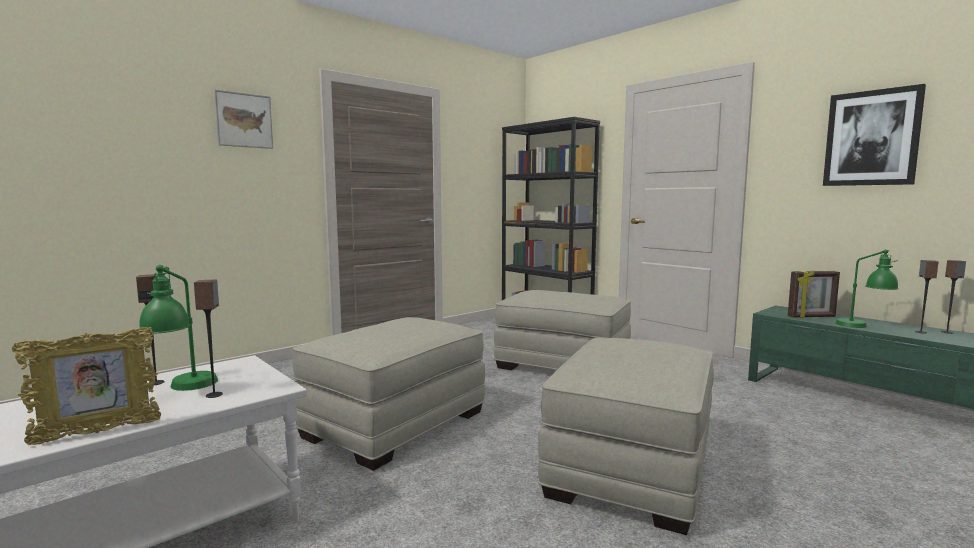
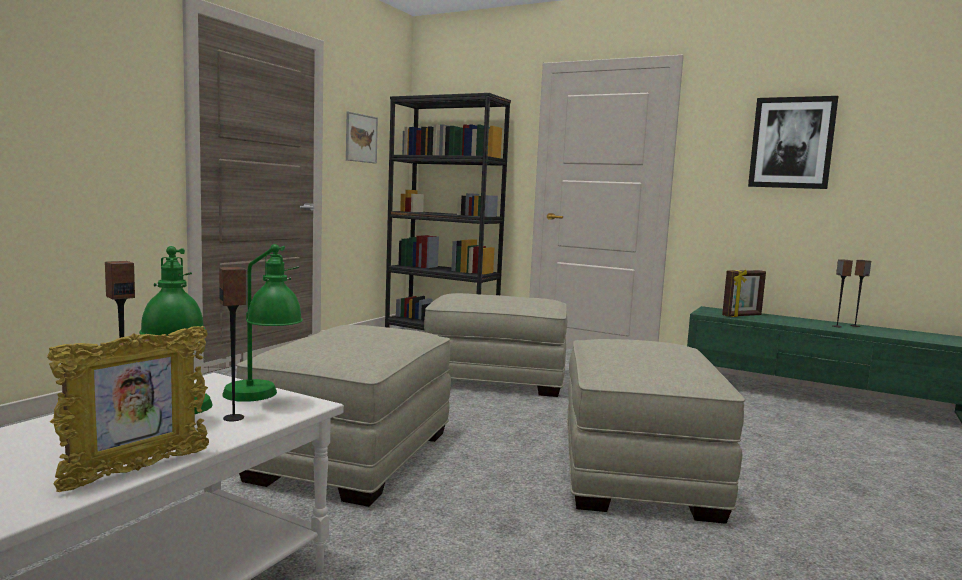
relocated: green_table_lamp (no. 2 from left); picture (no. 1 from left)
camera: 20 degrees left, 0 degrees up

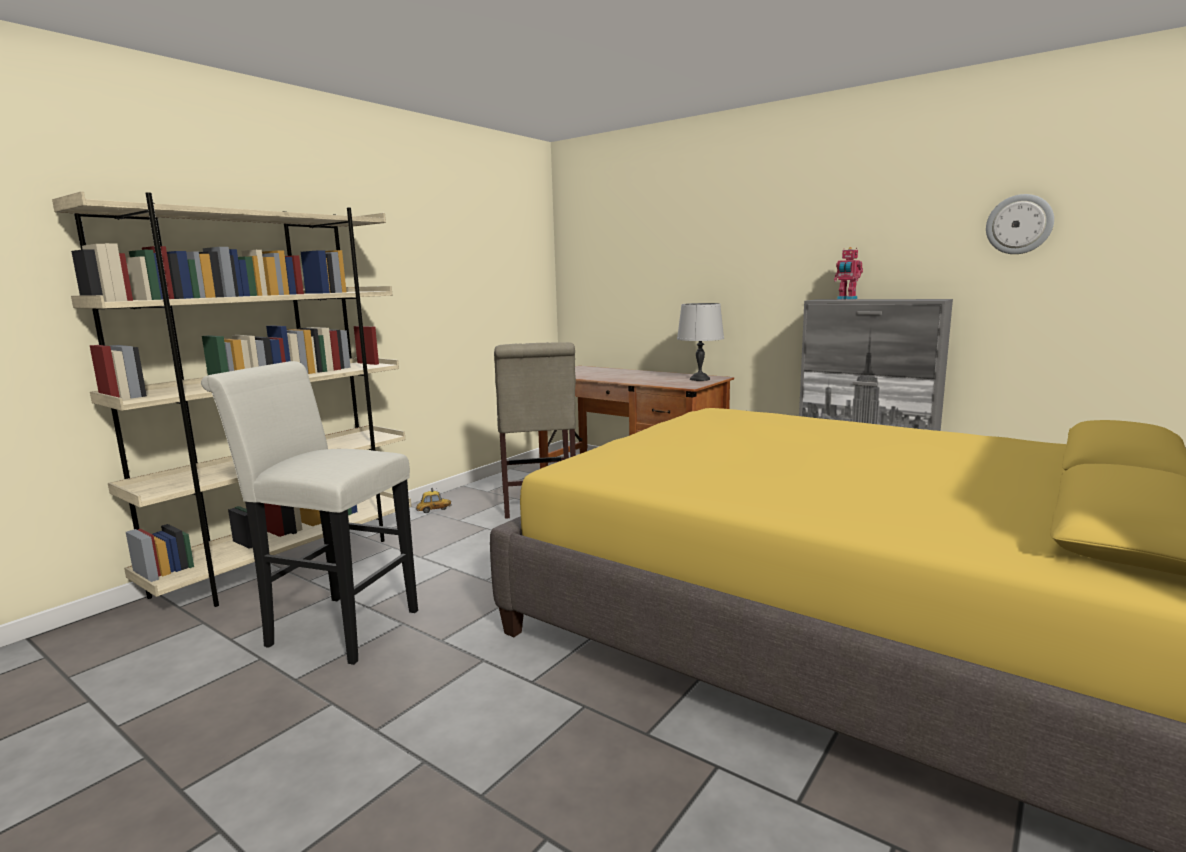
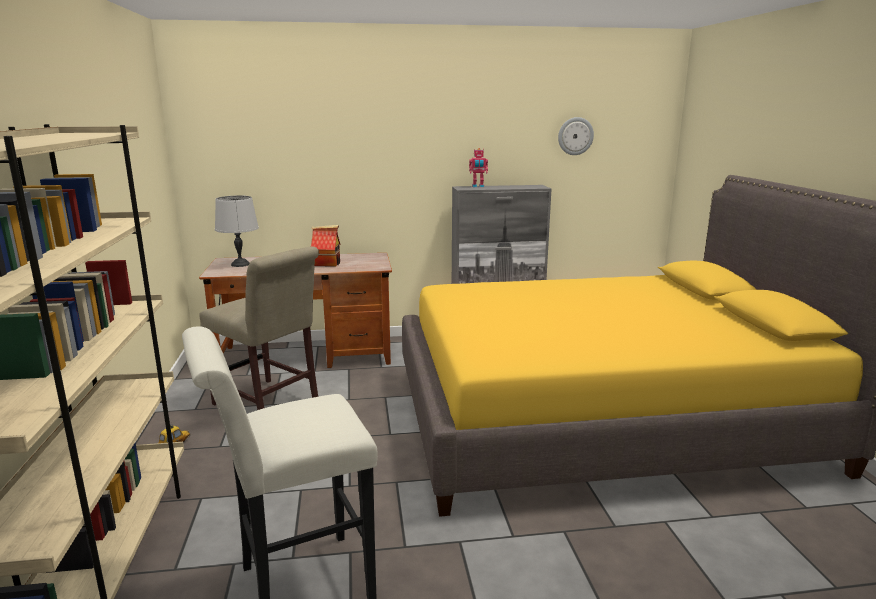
appeared: toy_house
relocated: grey_table_lamp
camera: 45 degrees left, 5 degrees up

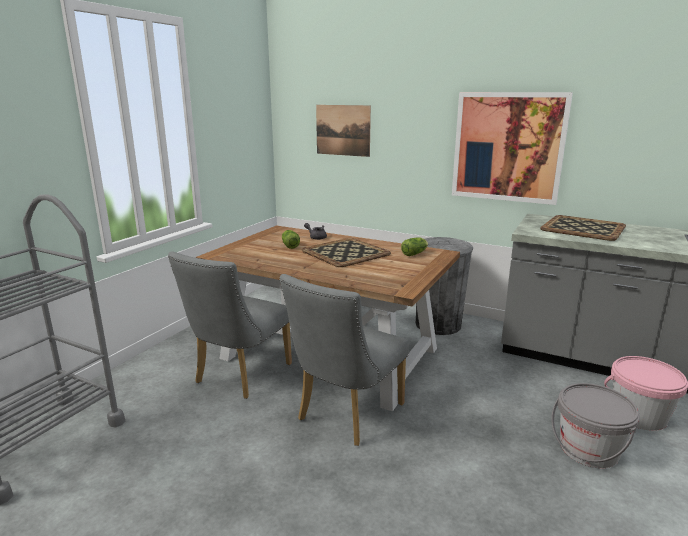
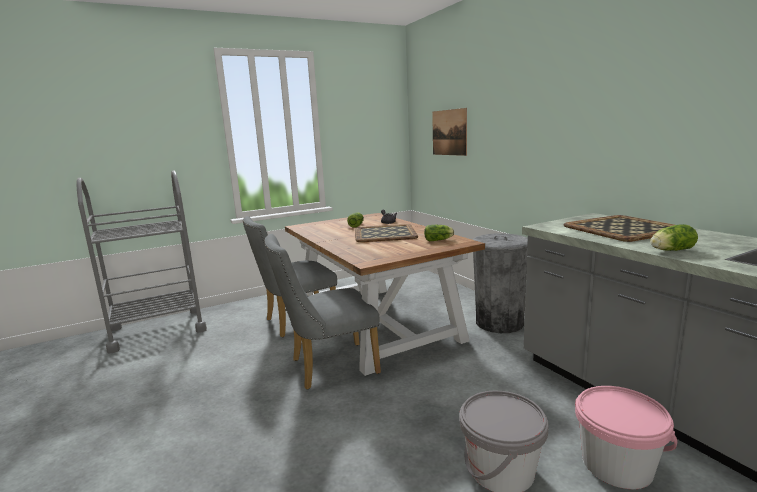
missing: picture (no. 2 from left)
appeared: lettuce (no. 3 from left)
camera: 35 degrees right, 5 degrees down

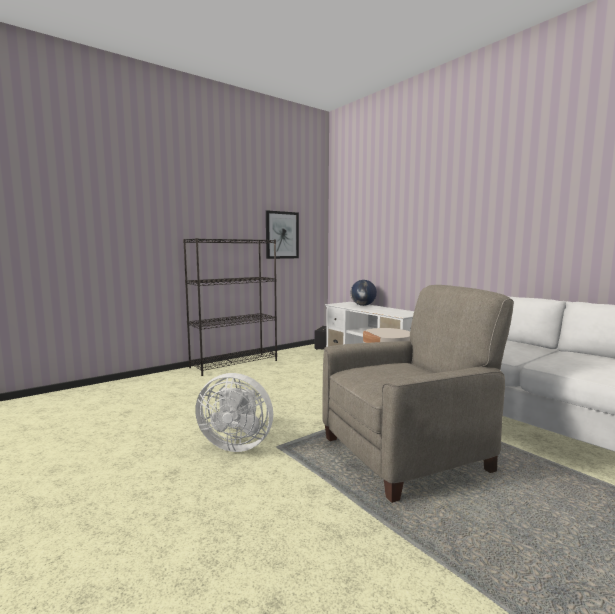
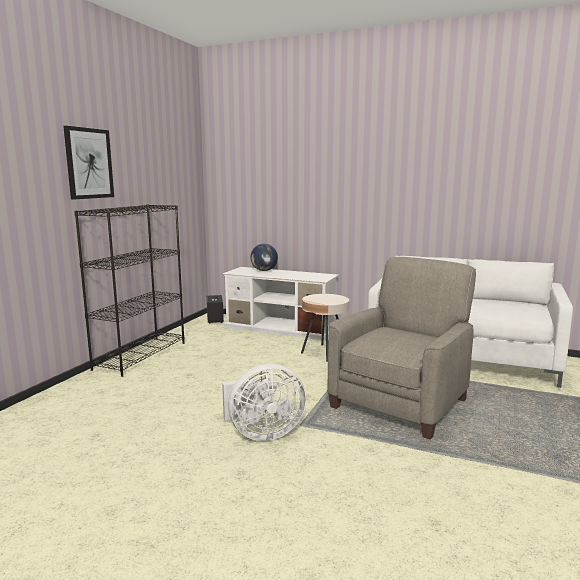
relocated: picture
camera: 30 degrees left, 5 degrees up

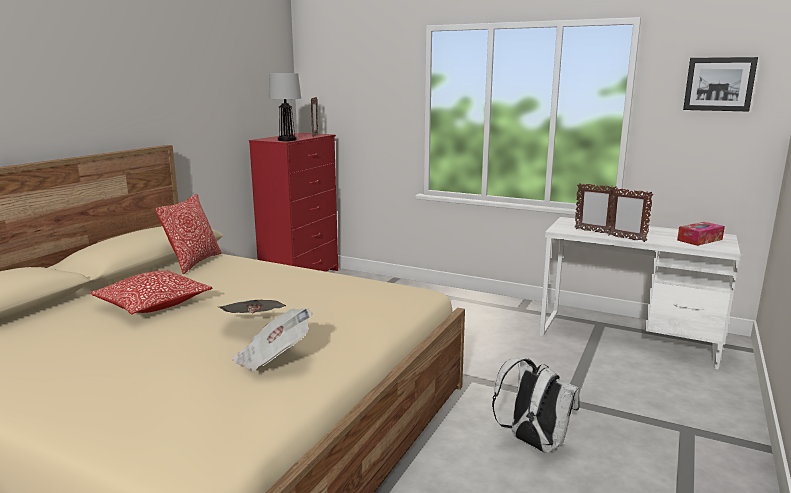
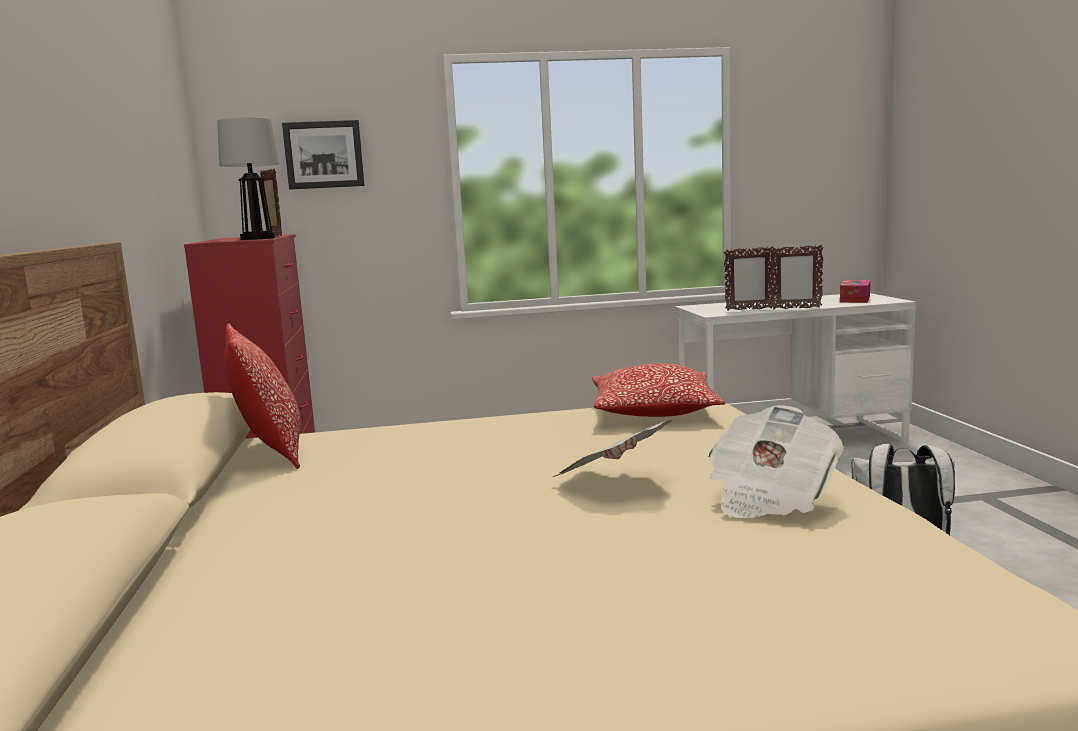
relocated: picture; pillow (no. 1 from left in the first image) to pillow (no. 2 from left)
camera: 35 degrees left, 5 degrees down

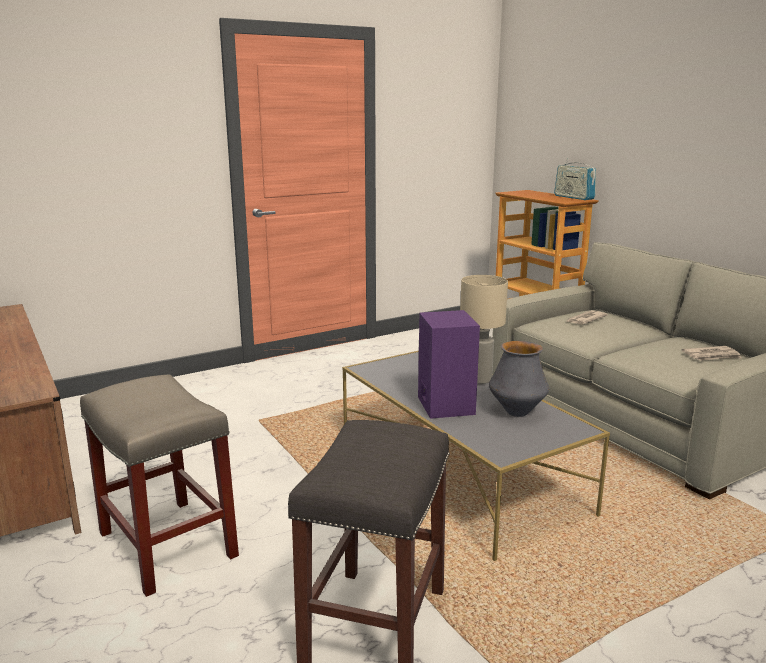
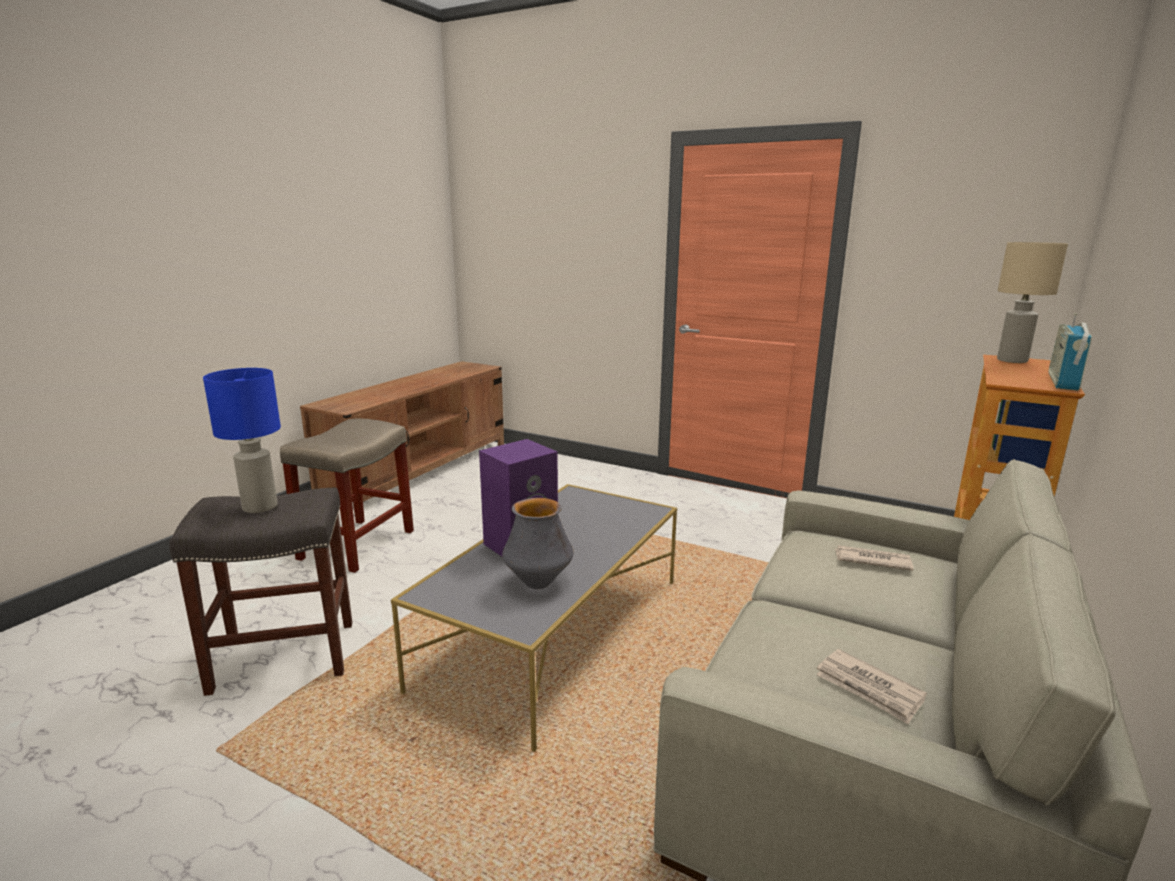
appeared: blue_table_lamp
relocated: beige_table_lamp
camera: 60 degrees right, 0 degrees up

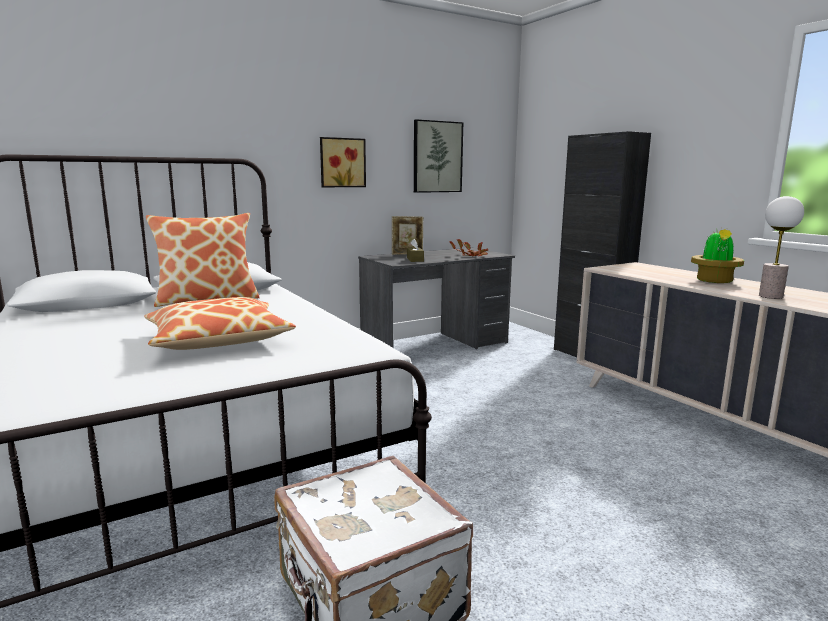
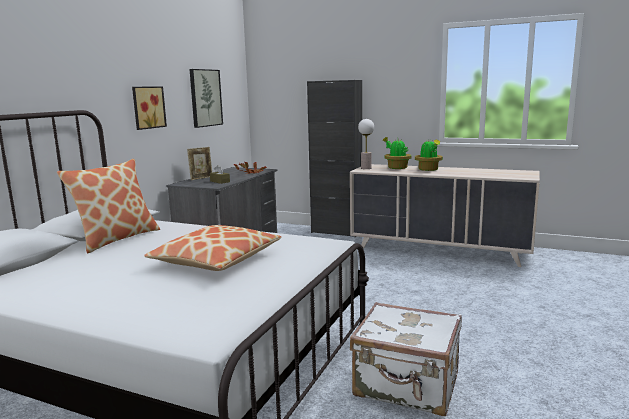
appeared: potted_plant (no. 2 from left)
relocated: table_lamp
camera: 35 degrees left, 0 degrees up

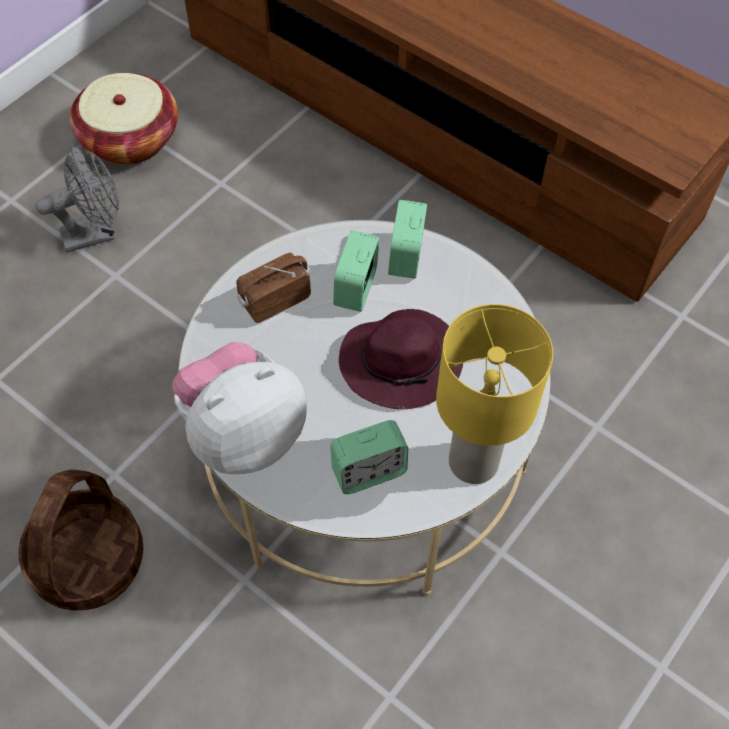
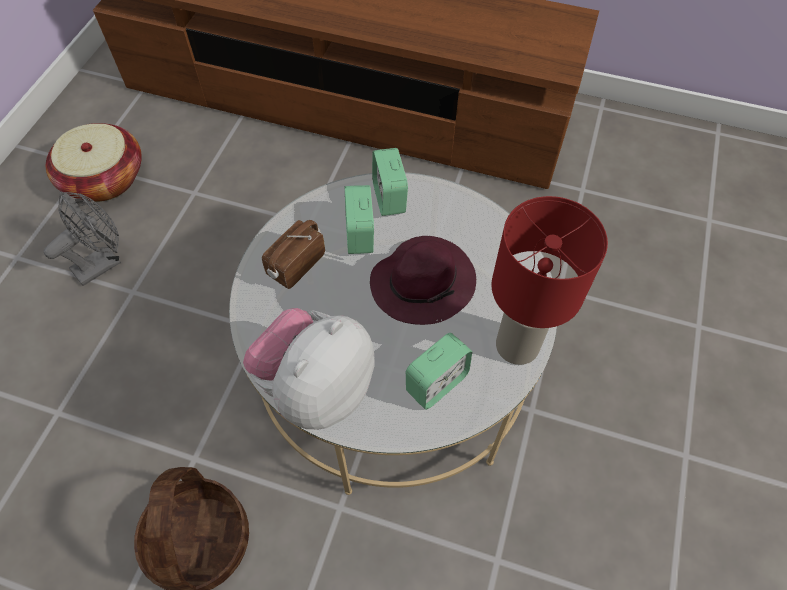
colour: yellow_table_lamp to red_table_lamp
camera: 20 degrees left, 0 degrees up

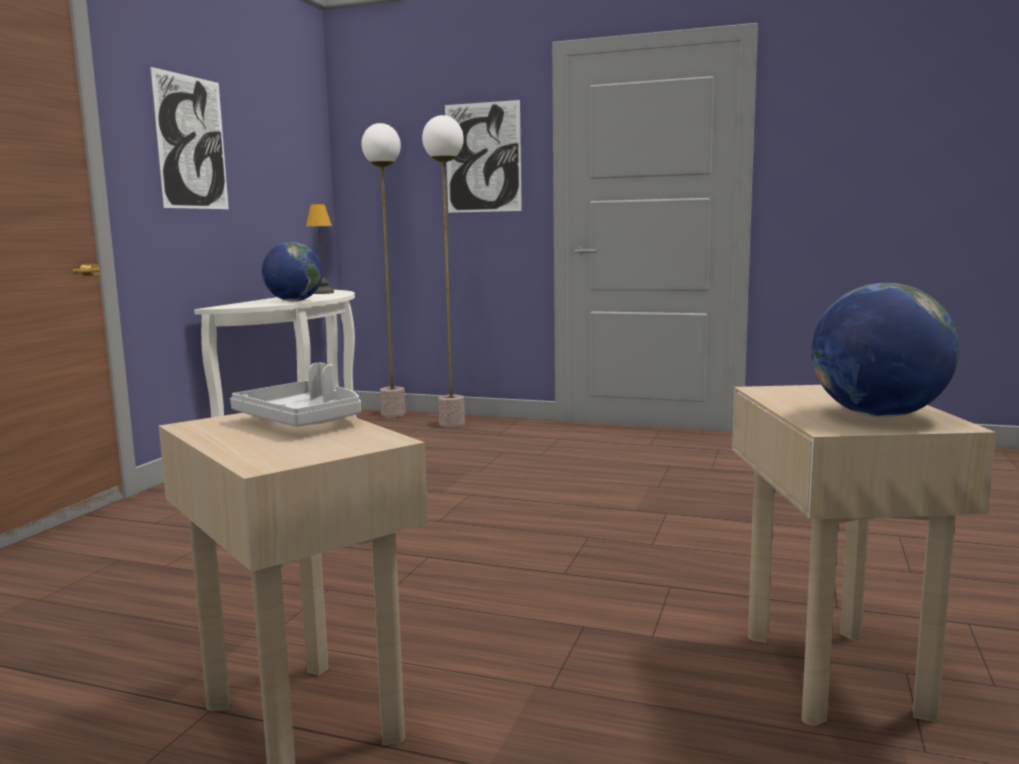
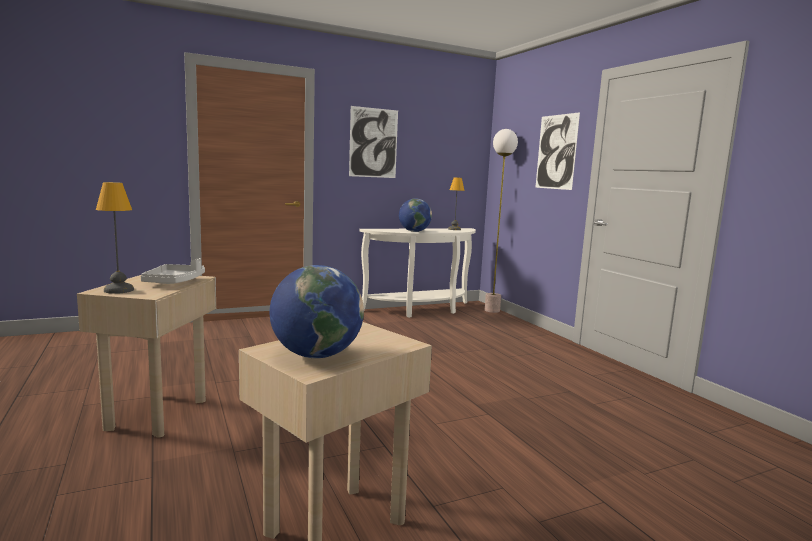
missing: floor_lamp (no. 2 from left)
appeared: table_lamp (no. 1 from left)
camera: 45 degrees right, 0 degrees up

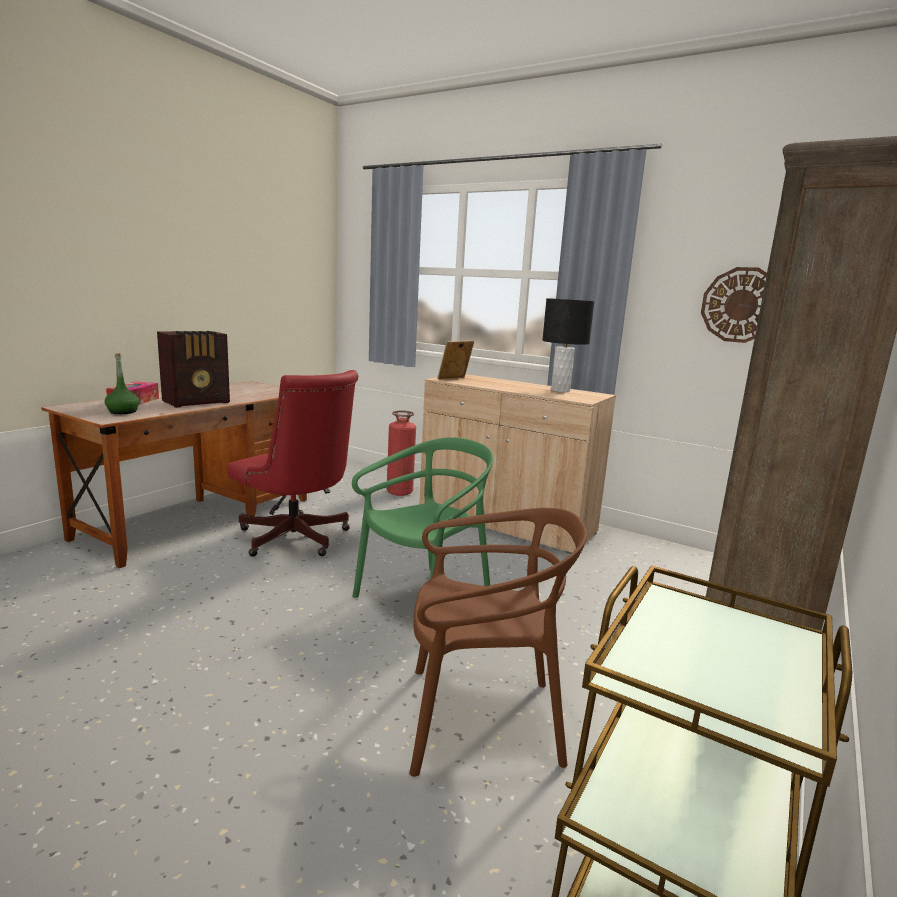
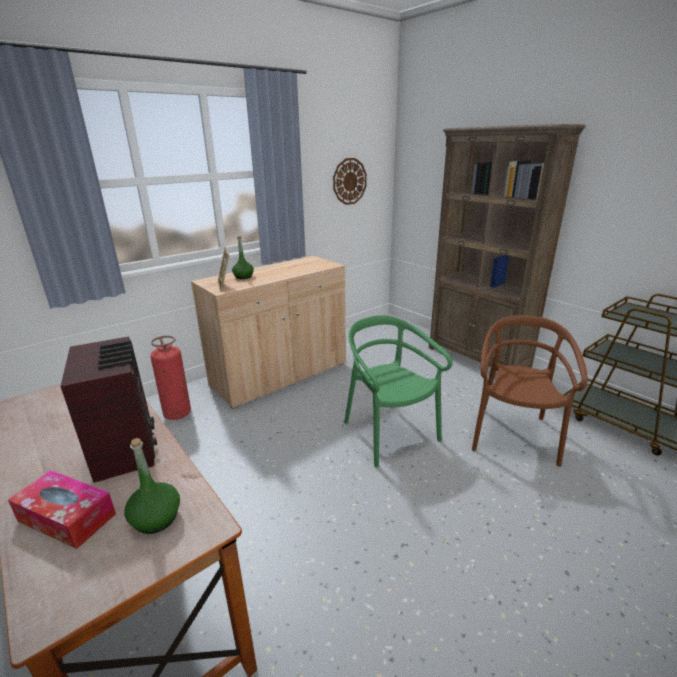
missing: red_office_chair; black_table_lamp
appeared: green_bottle (no. 2 from left)
camera: 70 degrees left, 10 degrees up

